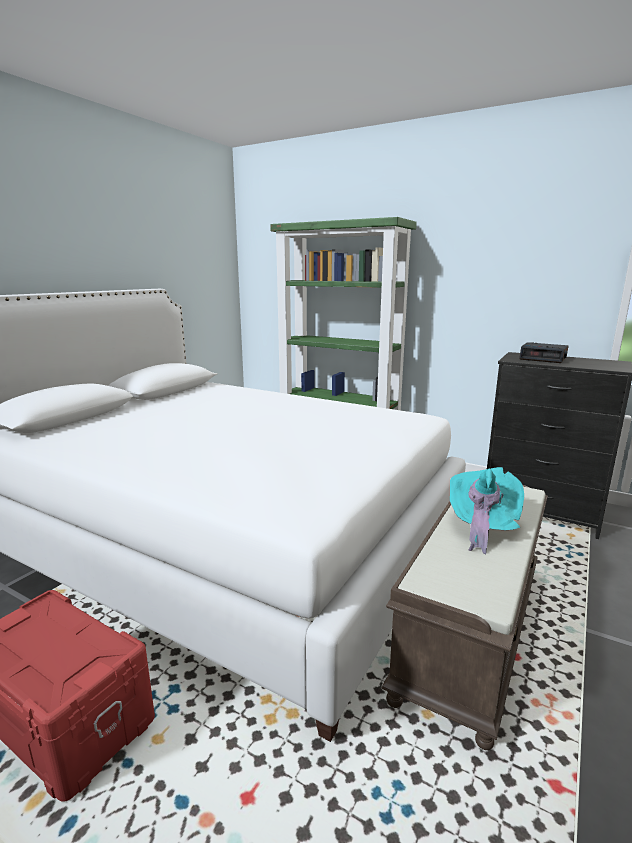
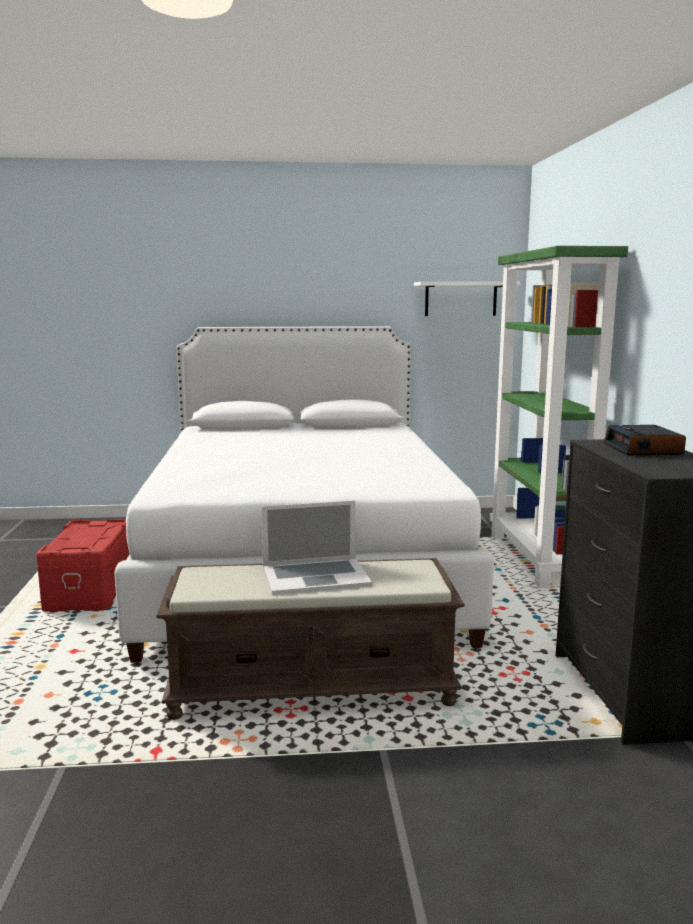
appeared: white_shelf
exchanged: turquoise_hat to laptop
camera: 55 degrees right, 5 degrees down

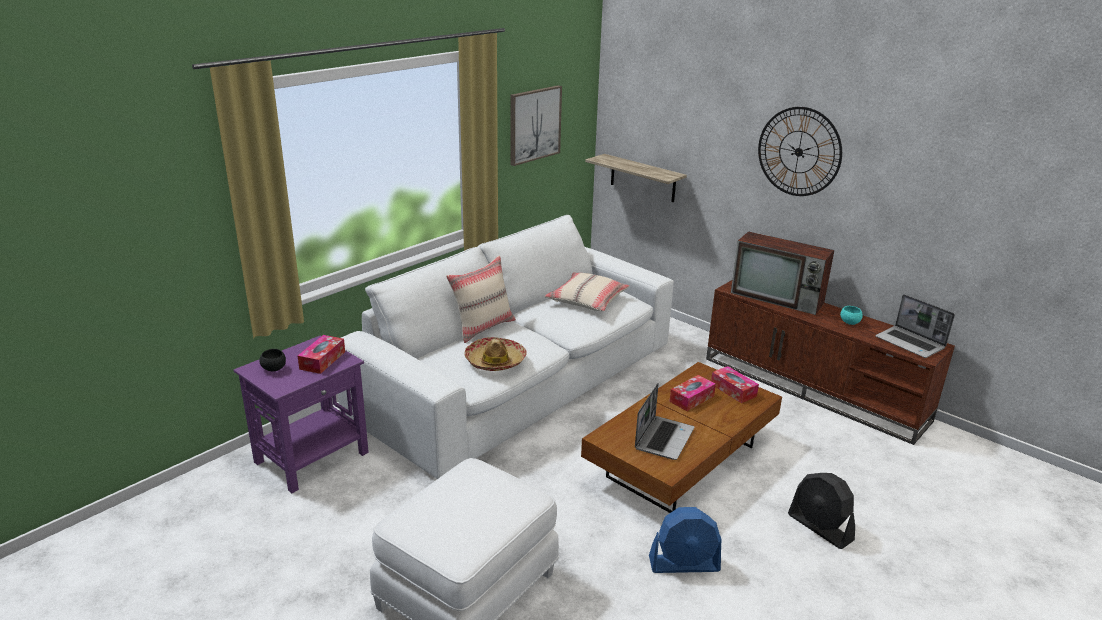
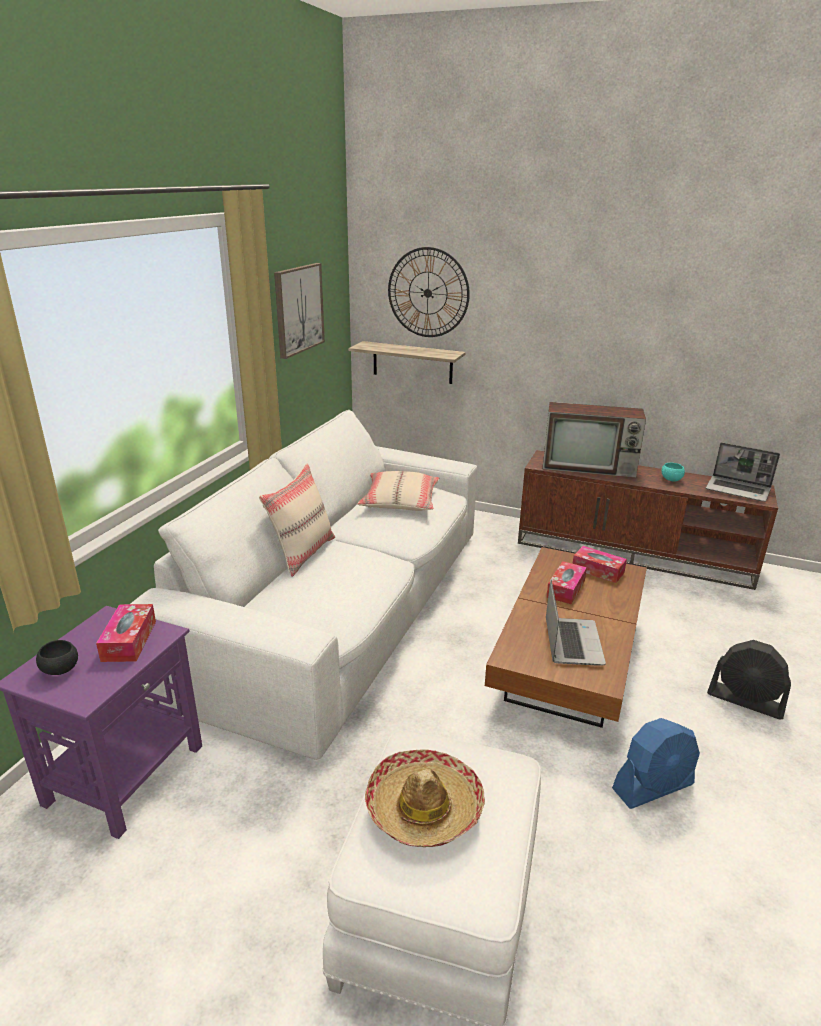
relocated: hat; wall_clock
camera: 20 degrees left, 0 degrees up

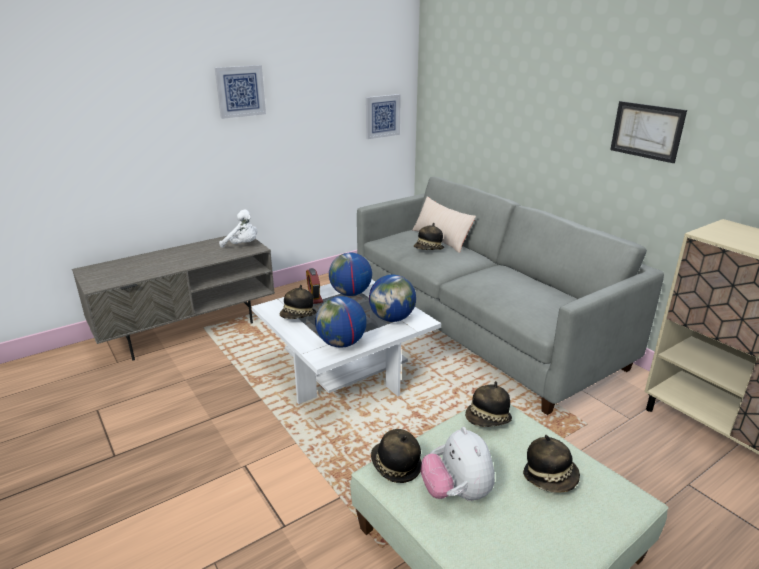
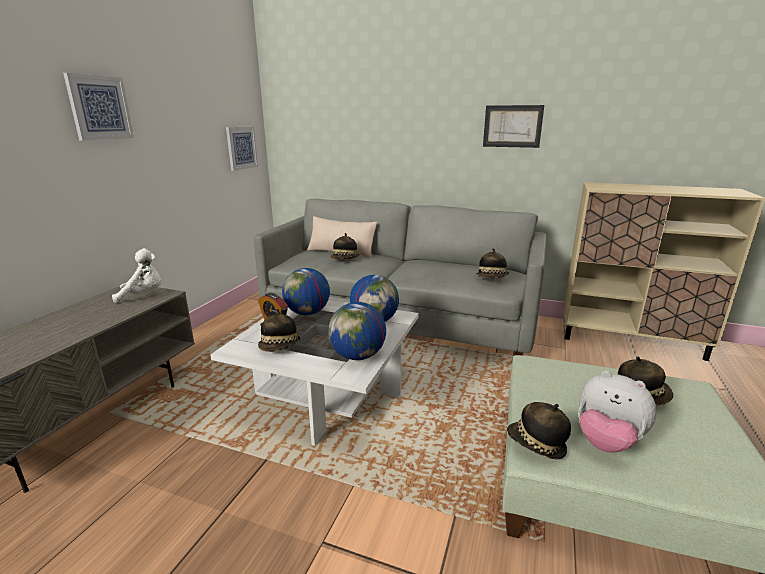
relocated: hat (no. 4 from left in the first image) to hat (no. 3 from left)
camera: 35 degrees left, 5 degrees down

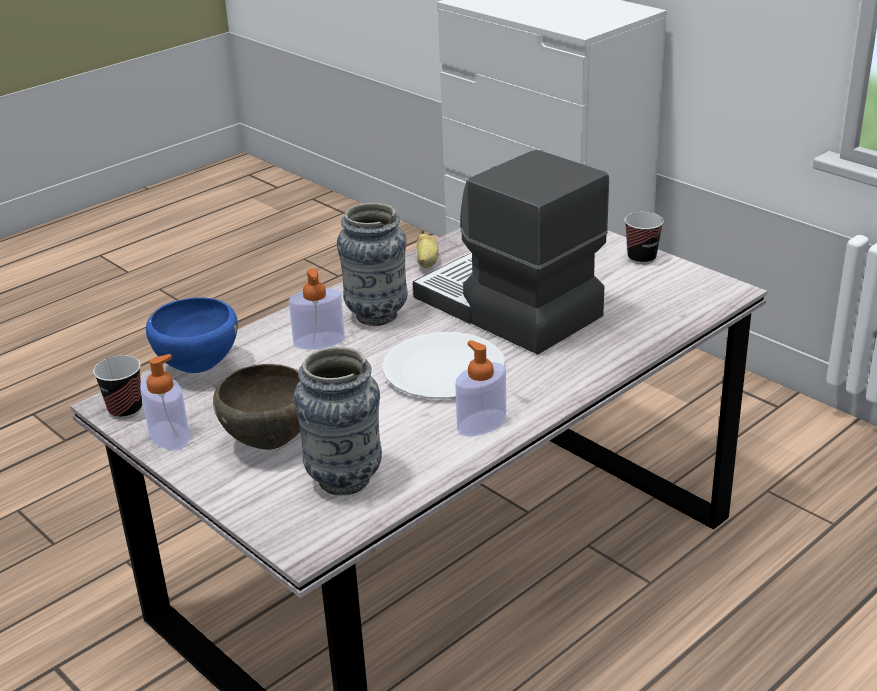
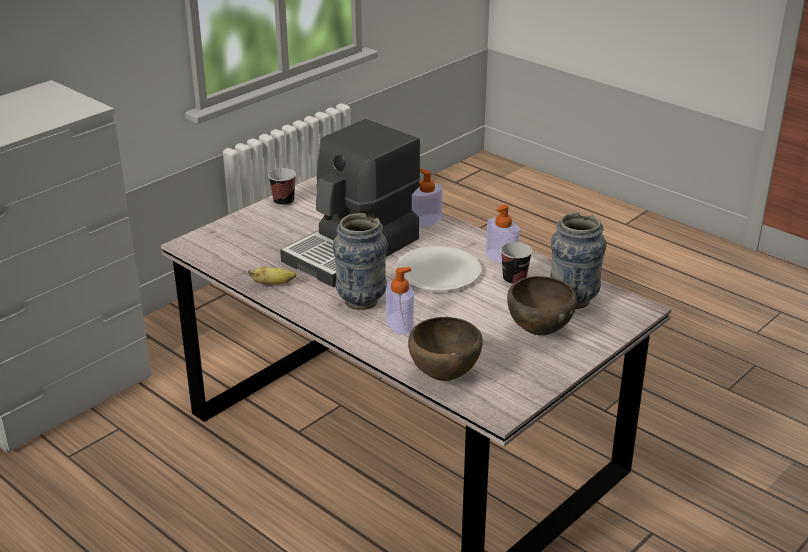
relocated: soap_dispenser (no. 1 from left in the first image) to soap_dispenser (no. 2 from left); cup (no. 1 from left in the first image) to cup (no. 2 from left)
colour: blue_bowl to brown_bowl (no. 1 from left)
camera: 95 degrees left, 0 degrees up

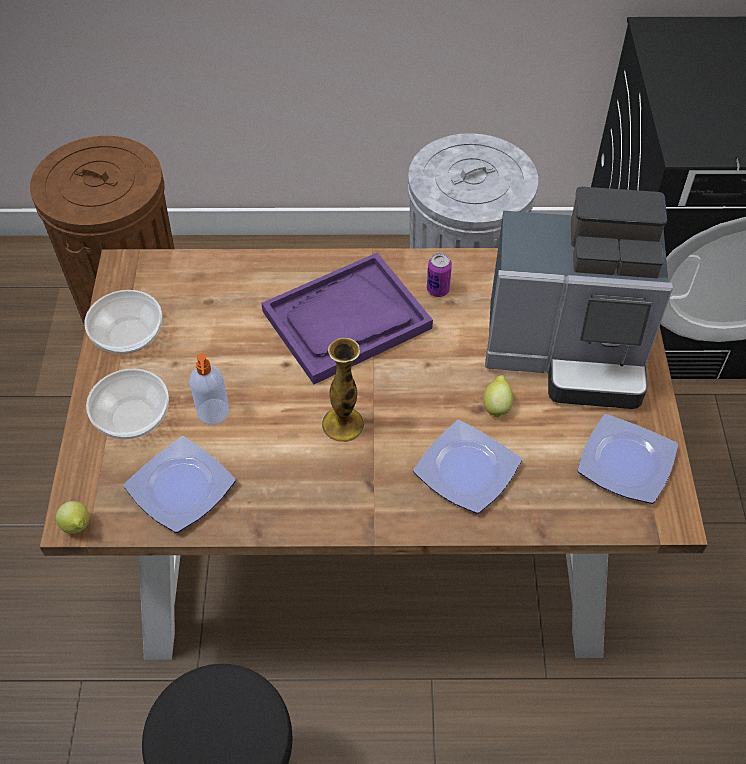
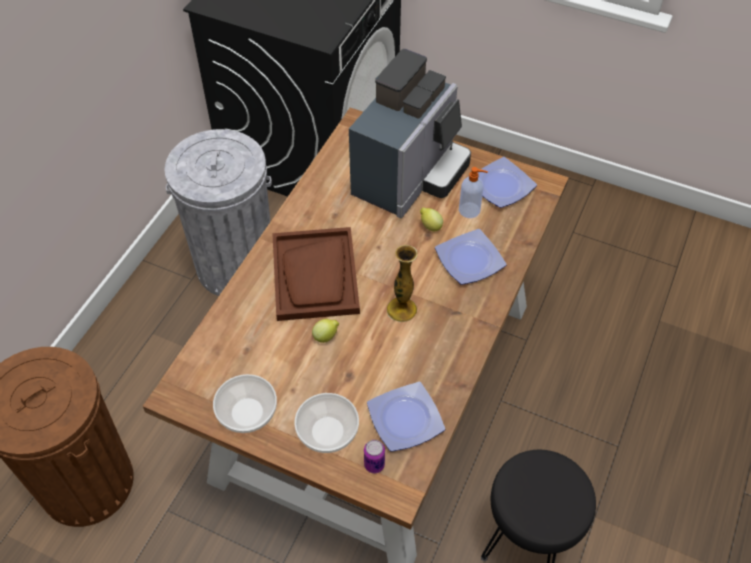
relocated: lemon (no. 1 from left); can; soap_dispenser
colour: purple_tray to brown_tray
camera: 65 degrees left, 0 degrees up

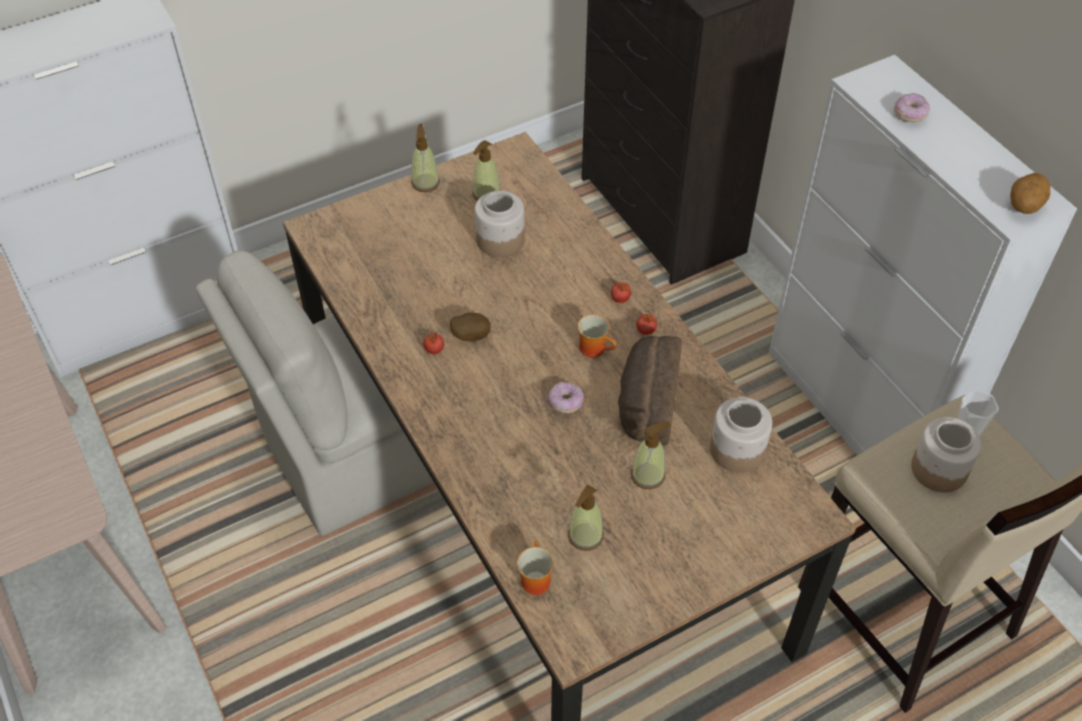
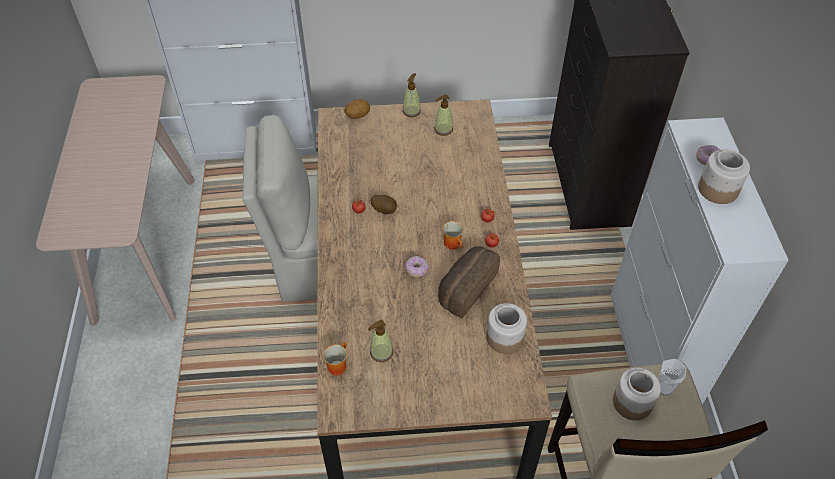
missing: soap_dispenser (no. 4 from left)
relocated: potato (no. 2 from left in the first image) to potato (no. 1 from left); jar (no. 1 from left in the first image) to jar (no. 3 from left)
camera: 25 degrees right, 0 degrees up

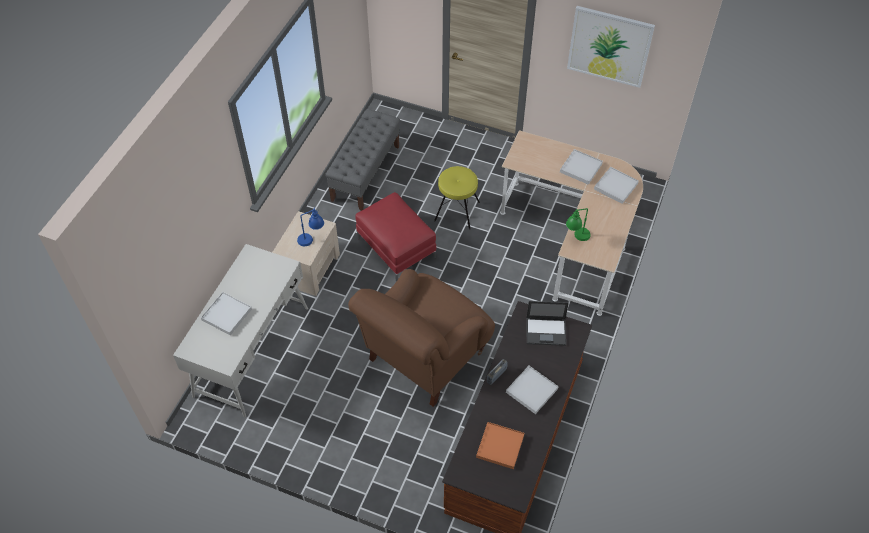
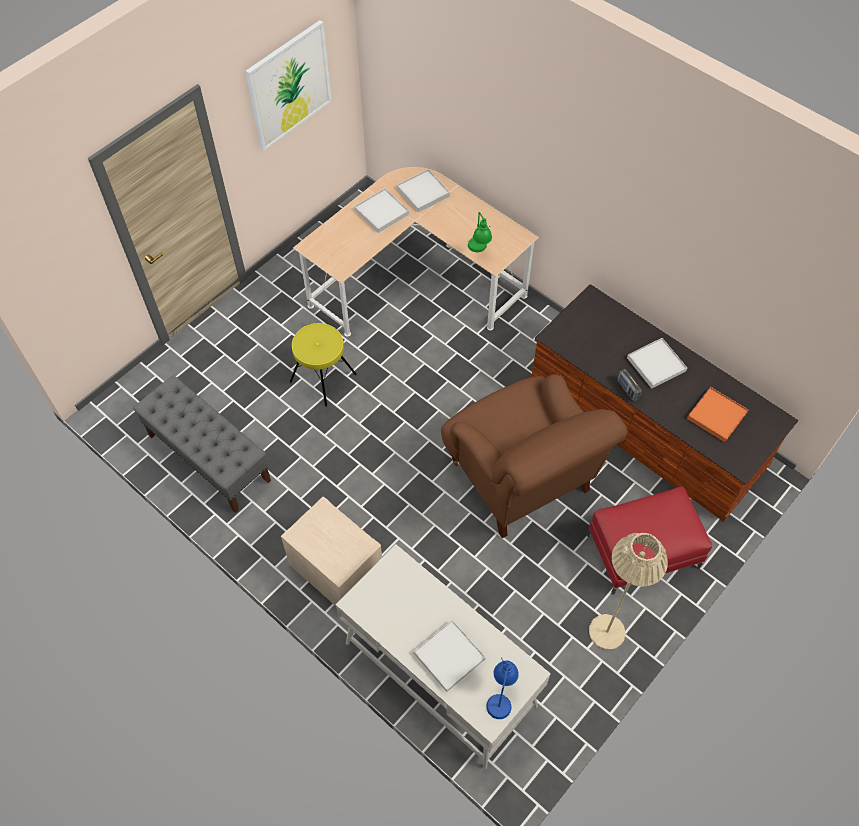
missing: laptop
appeared: beige_floor_lamp
relocated: blue_table_lamp; red_ottoman
camera: 70 degrees left, 5 degrees up

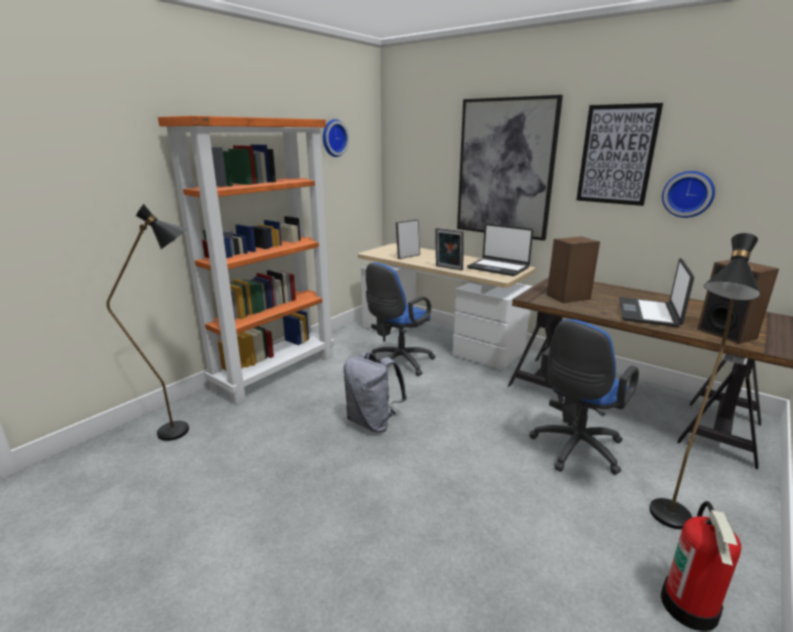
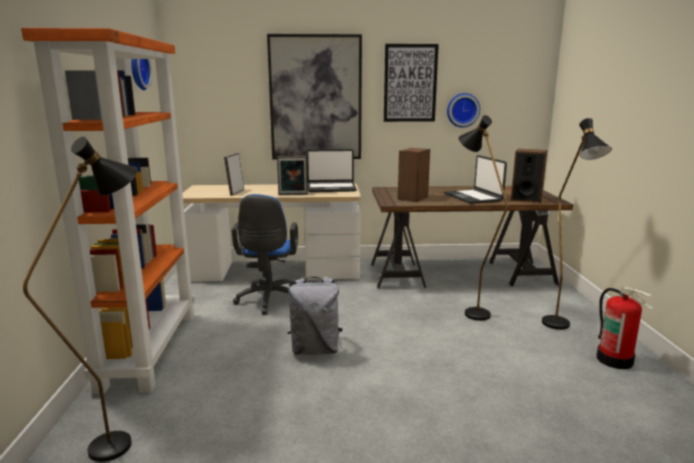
exchanged: blue_office_chair (no. 2 from left) to black_floor_lamp (no. 2 from left)
camera: 40 degrees left, 5 degrees down

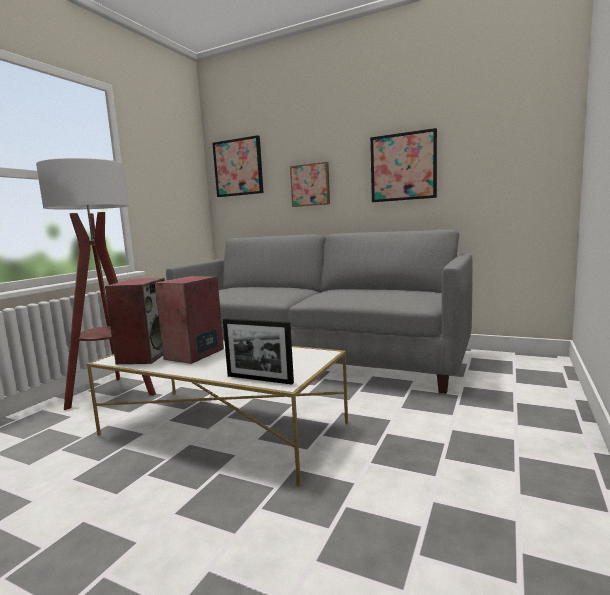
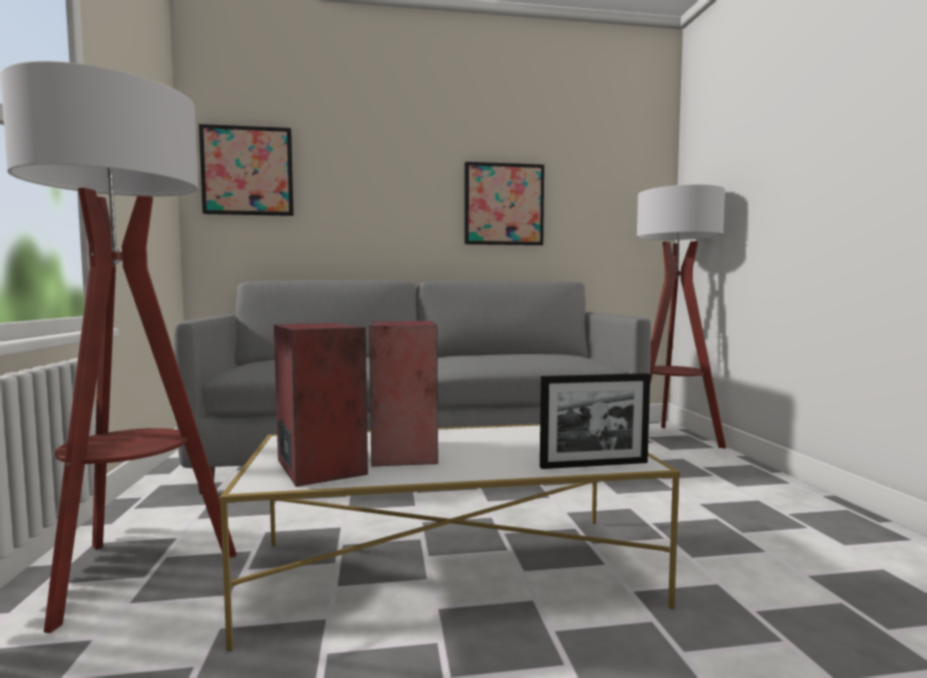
missing: picture (no. 2 from left)
appeared: floor_lamp (no. 2 from left)
camera: 35 degrees left, 5 degrees down

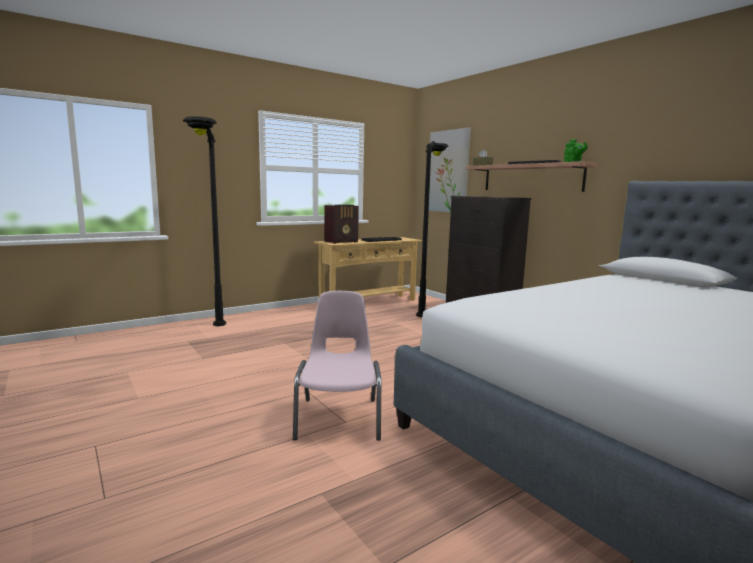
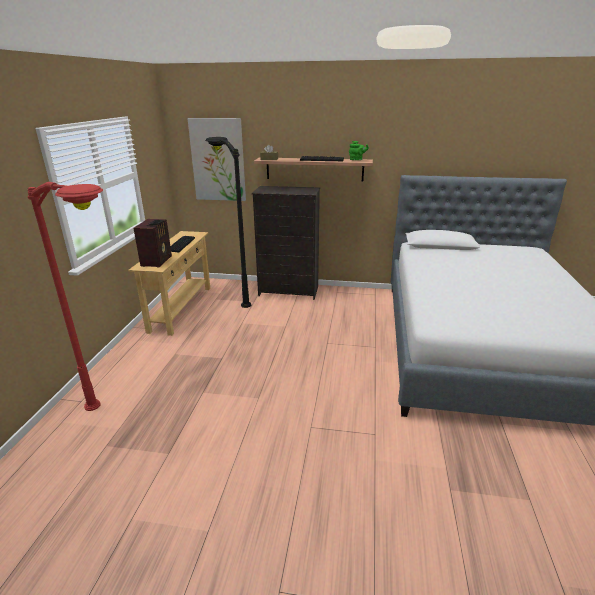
missing: pink_chair
colour: black_floor_lamp (no. 1 from left) to red_floor_lamp
camera: 45 degrees left, 15 degrees up

